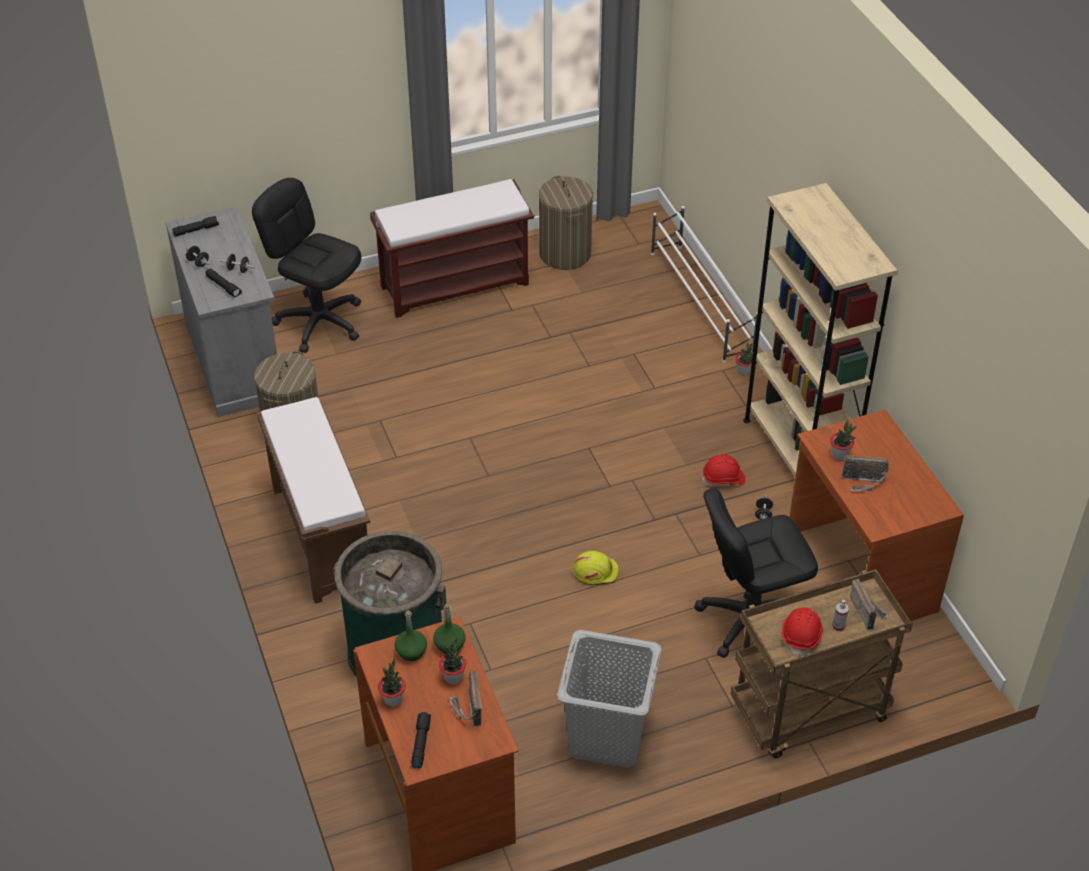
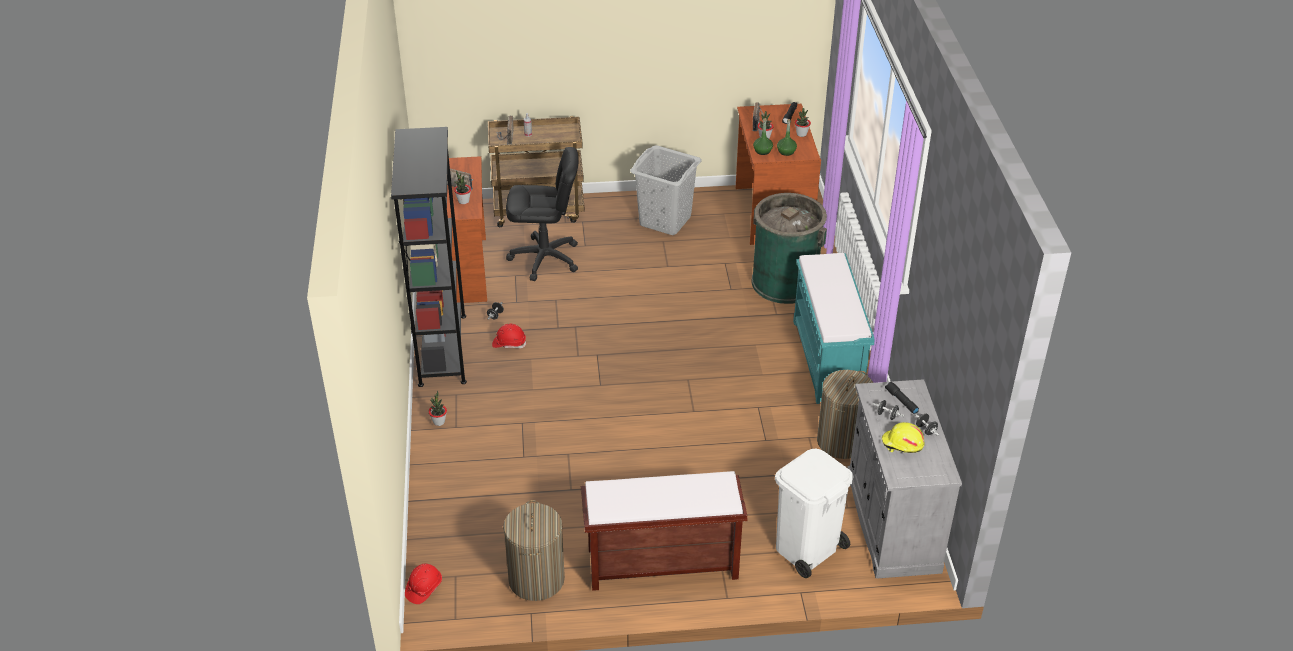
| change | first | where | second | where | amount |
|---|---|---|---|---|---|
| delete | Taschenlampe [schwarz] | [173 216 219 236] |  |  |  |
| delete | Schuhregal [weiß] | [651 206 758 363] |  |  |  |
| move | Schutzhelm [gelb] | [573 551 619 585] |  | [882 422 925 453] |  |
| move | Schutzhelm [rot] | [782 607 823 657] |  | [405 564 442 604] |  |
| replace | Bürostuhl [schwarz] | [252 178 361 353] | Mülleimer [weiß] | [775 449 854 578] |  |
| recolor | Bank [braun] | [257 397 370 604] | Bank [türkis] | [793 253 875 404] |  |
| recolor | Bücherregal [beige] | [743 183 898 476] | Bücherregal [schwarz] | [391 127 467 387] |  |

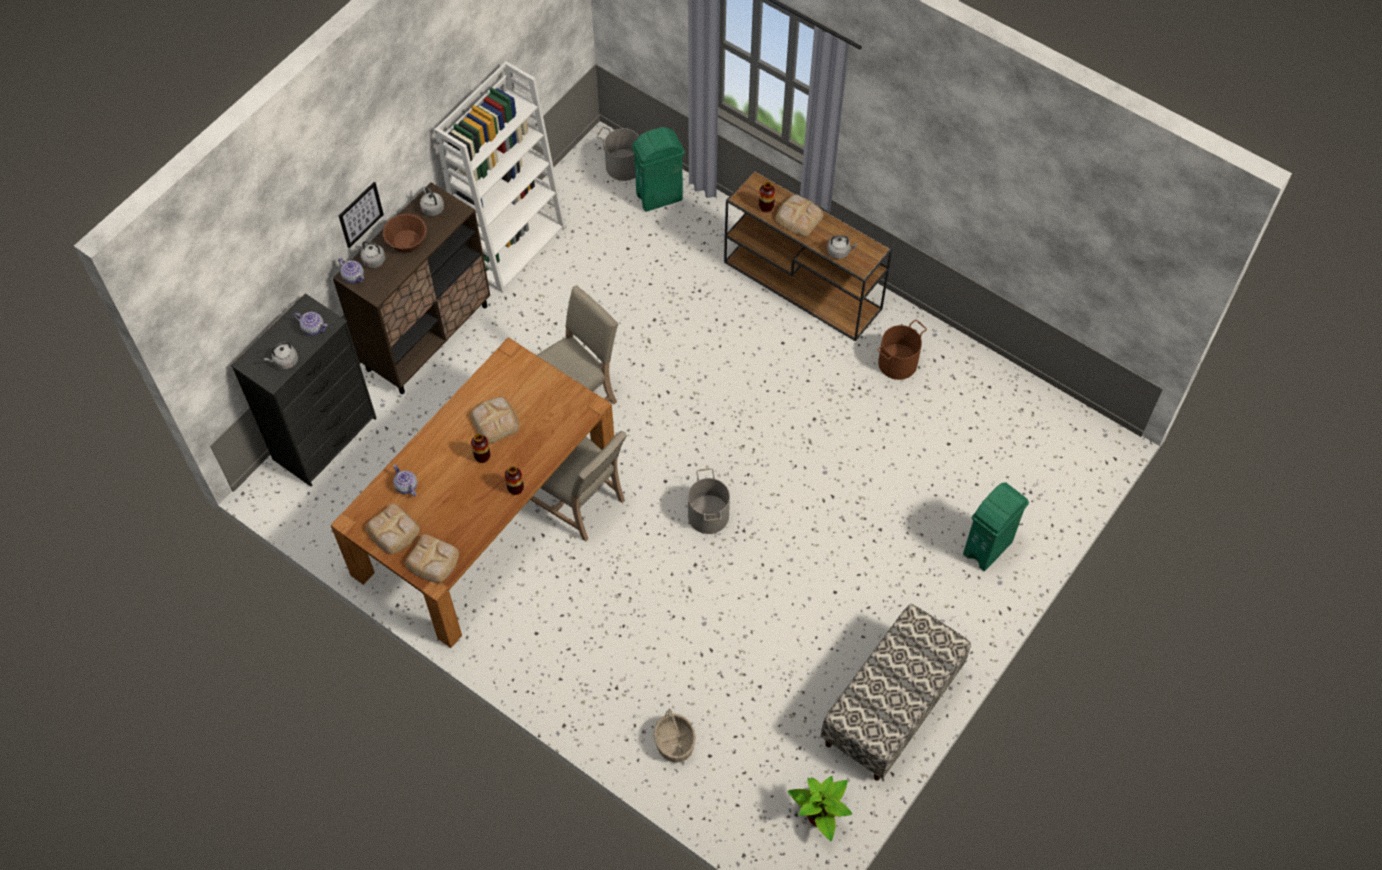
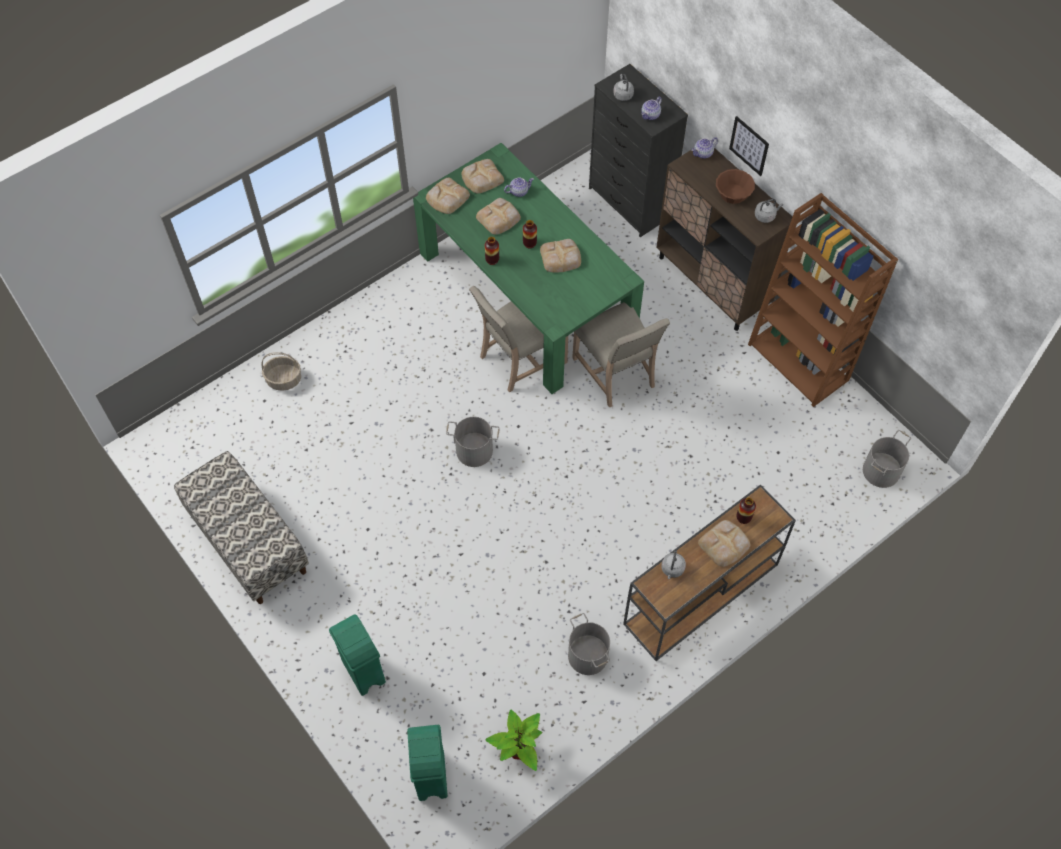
| change | first | where | second | where | amount |
|---|---|---|---|---|---|
| delete | Wasserkessel [grau] | [355 241 385 268] |  |  |  |
| insert |  |  | Brot | [476 198 521 235] |  |
| move | Mülleimer [grün] | [632 127 685 212] |  | [407 725 448 801] |  |
| move | Topfpflanze | [788 776 852 841] |  | [485 710 542 771] |  |
| recolor | Esstisch [braun] | [331 337 614 648] | Esstisch [grün] | [413 143 644 394] |  |
| recolor | Bücherregal [weiß] | [434 61 566 293] | Bücherregal [braun] | [748 193 898 407] |  |
| recolor | Eimer [braun] | [878 320 927 380] | Eimer [grau] | [568 613 610 675] |  |

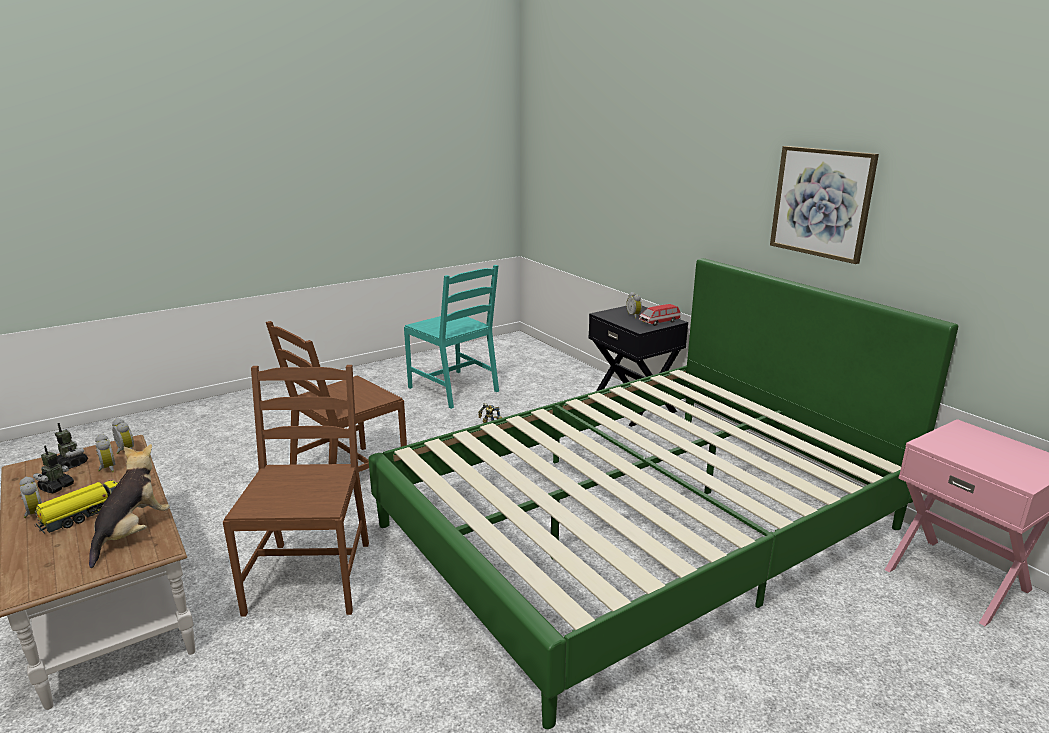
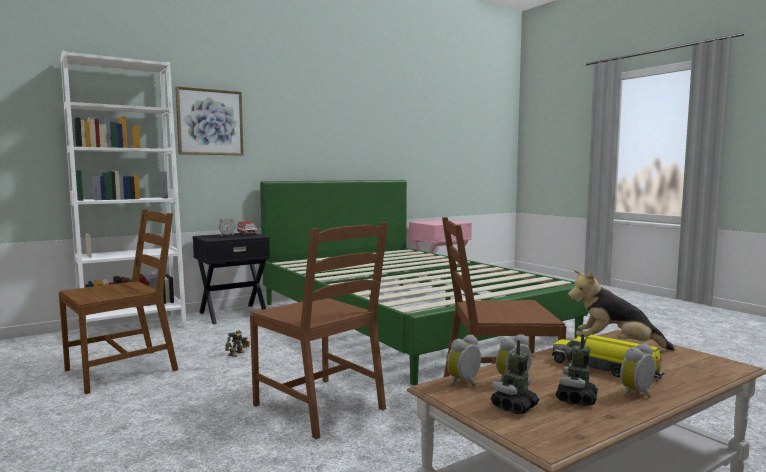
| change | first | where | second | where | amount |
|---|---|---|---|---|---|
| insert |  |  | Bücherregal [weiß] | [60 51 187 338] |  |
| move | Bild | [770 146 879 264] |  | [175 86 244 155] |  |
| recolor | Stuhl [türkis] | [404 265 499 409] | Stuhl [braun] | [59 210 178 394] |  |
| rotate | Spielzeugroboter | [33 445 74 493] |  | [556 334 598 406] | 90 degrees clockwise |

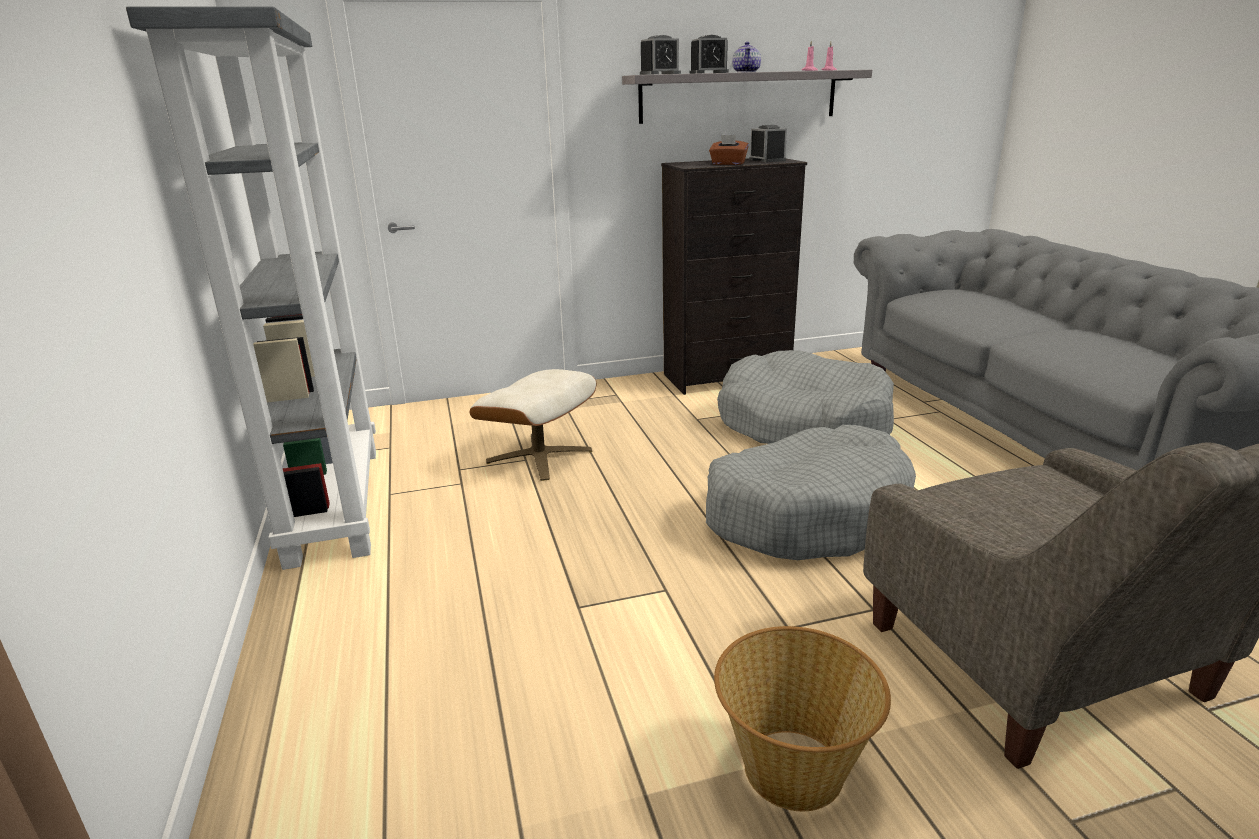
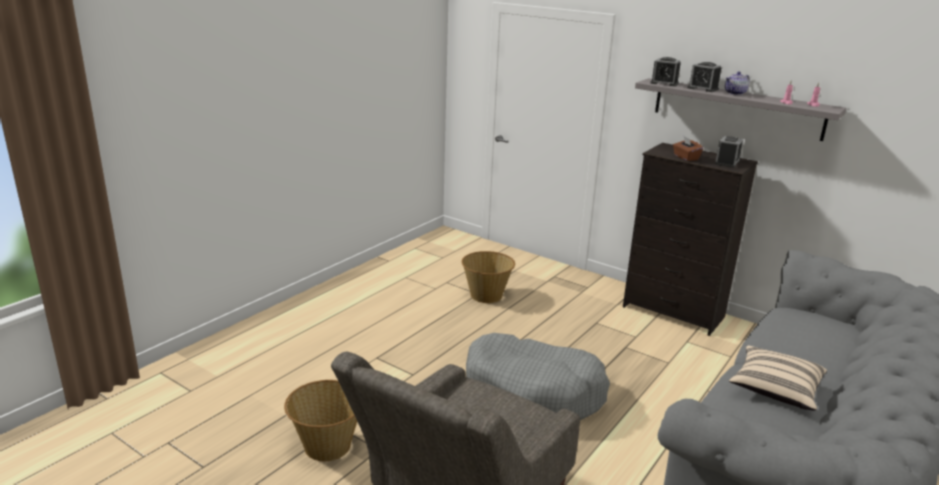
| change | first | where | second | where | amount |
|---|---|---|---|---|---|
| delete | Bücherregal [grau] | [126 7 376 570] |  |  |  |
| delete | Hundebett [grau] | [717 350 894 444] |  |  |  |
| insert |  |  | Kissen [beige] | [729 345 827 411] |  |
| replace | Polsterhocker [beige] | [470 369 596 481] | Korb | [462 251 515 303] |  |

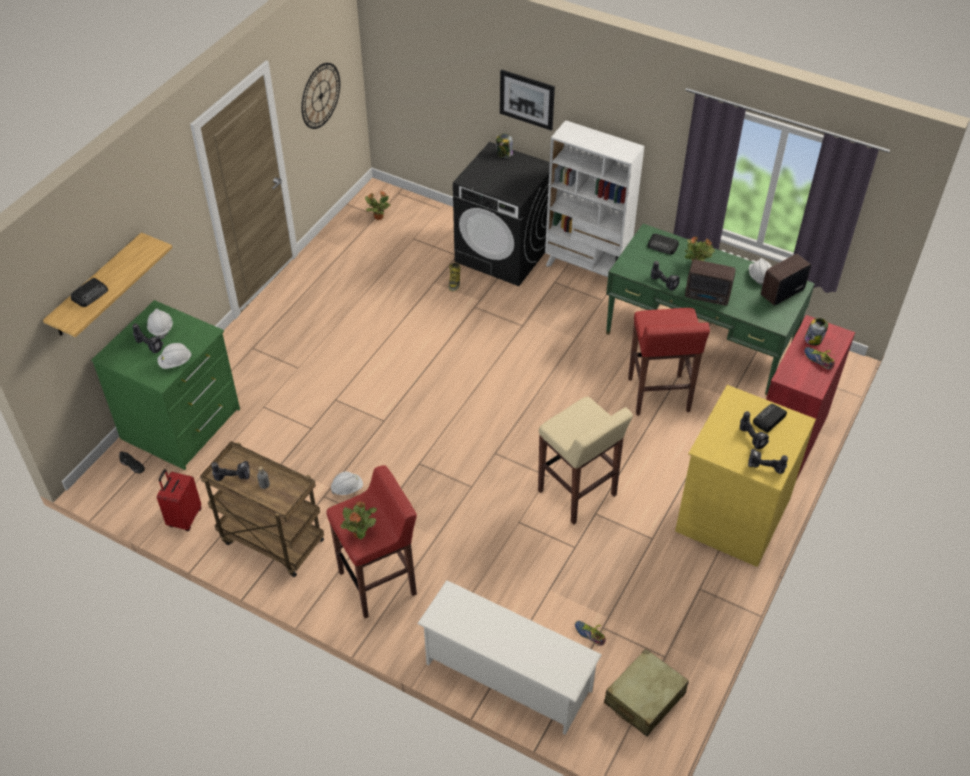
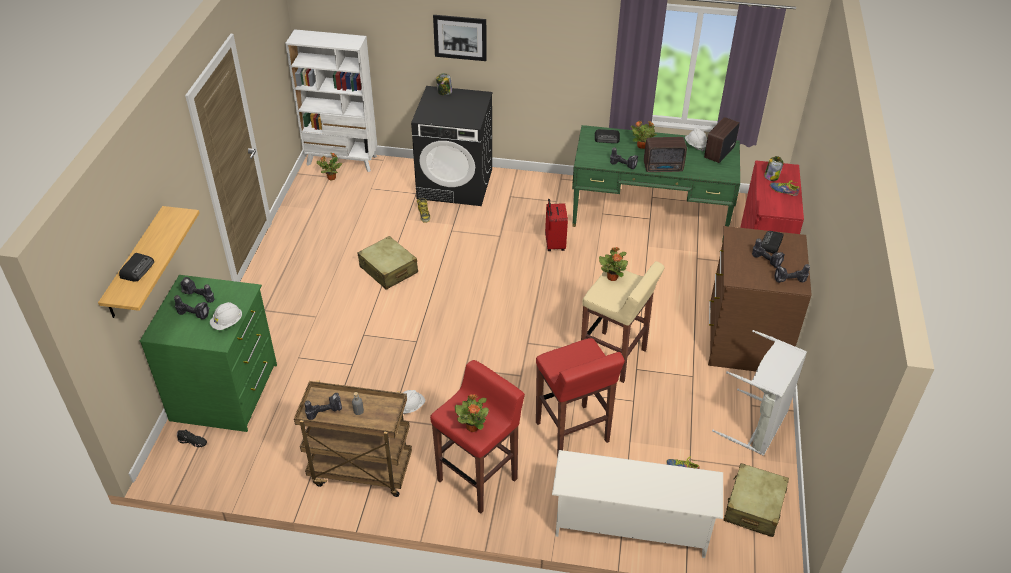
| change | first | where | second | where | amount |
|---|---|---|---|---|---|
| delete | Wanduhr | [301 63 340 129] |  |  |  |
| insert |  |  | Koffer [beige] | [358 236 418 290] |  |
| insert |  |  | Topfpflanze | [599 247 628 281] |  |
| insert |  |  | Wäschekorb [grau] | [712 330 807 456] |  |
| move | Koffer [rot] | [157 469 202 531] |  | [545 199 568 251] |  |
| move | Bücherregal [weiß] | [545 120 645 277] |  | [285 29 377 172] |  |
| move | Hocker [rot] | [628 308 710 415] |  | [536 338 625 458] |  |
| replace | Schutzhelm [weiß] | [147 309 173 339] | Bohrmaschine | [180 277 214 303] |  |
| recolor | Kommode [gelb] | [675 385 816 567] | Kommode [braun] | [708 226 812 371] |  |

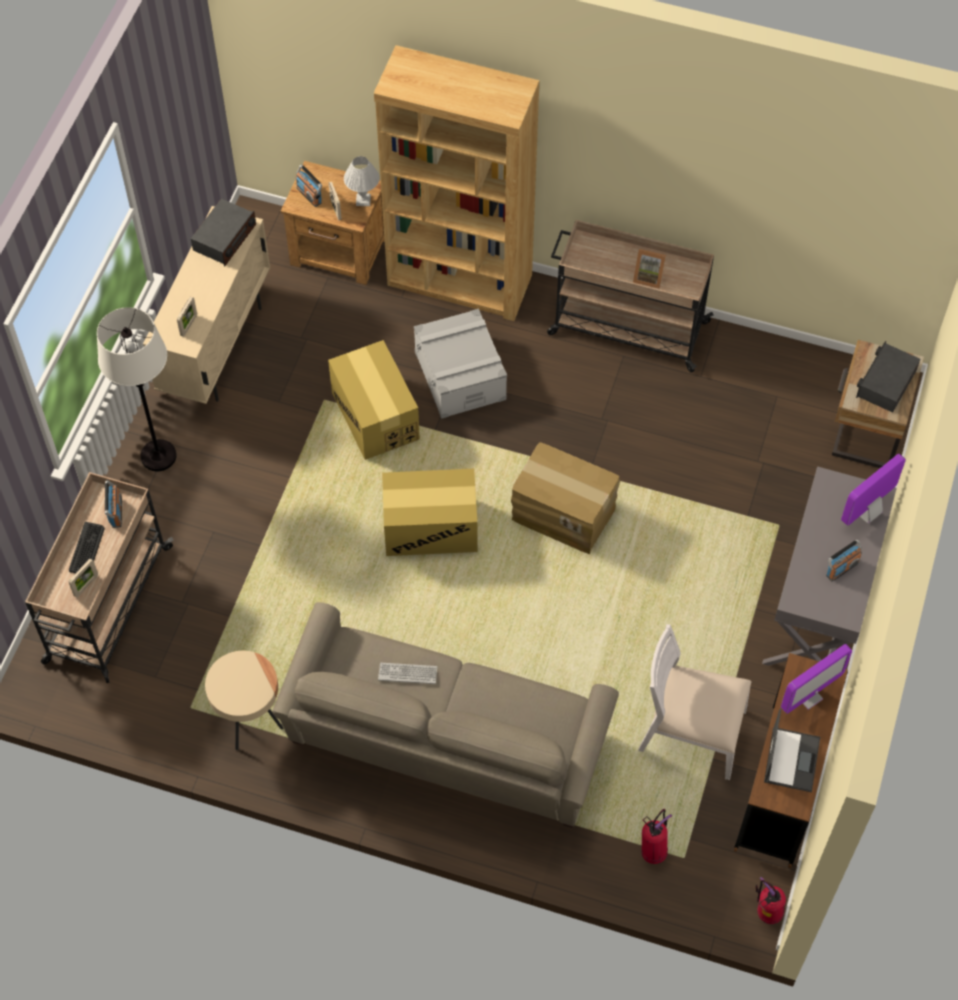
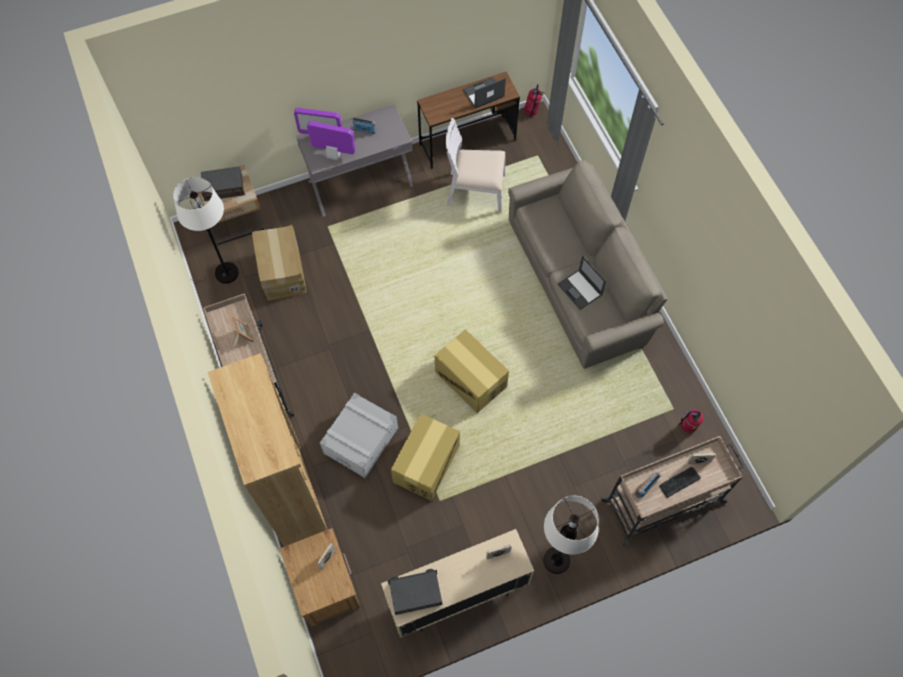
| change | first | where | second | where | amount |
|---|---|---|---|---|---|
| delete | Beistelltisch [beige] | [205 651 283 750] |  |  |  |
| delete | Radio | [296 165 322 207] |  |  |  |
| delete | Tischlampe [weiß] | [344 156 380 206] |  |  |  |
| insert |  |  | Stehlampe [weiß] | [173 177 239 284] |  |
| move | Karton | [511 442 620 554] |  | [252 225 306 300] |  |
| move | Feuerlöscher | [641 809 672 864] |  | [678 410 703 433] |  |
| move | Monitor | [781 644 852 714] |  | [307 121 356 160] |  |
| replace | Tastatur | [378 663 437 684] | Laptop | [558 256 606 310] |  |
| rotate | Stuhl [weiß] | [638 624 752 780] |  | [446 118 505 213] | 120 degrees clockwise |

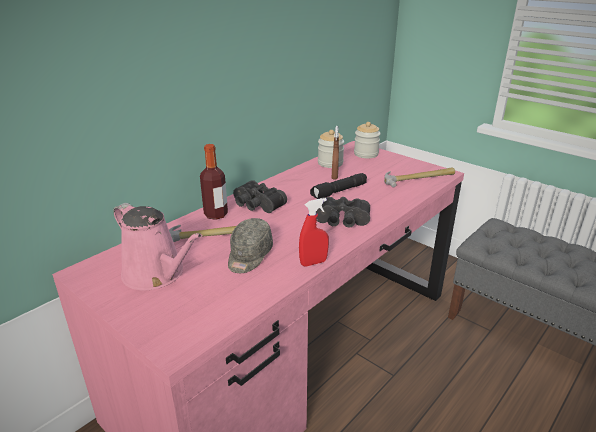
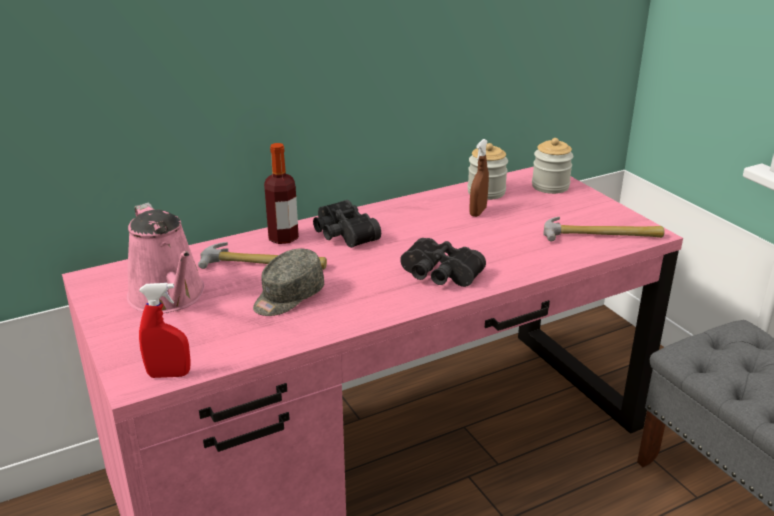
| change | first | where | second | where | amount |
|---|---|---|---|---|---|
| delete | Taschenlampe [schwarz] | [310 173 367 199] |  |  |  |
| move | Sprühflasche [rot] | [299 198 329 267] |  | [139 283 191 378] |  |

